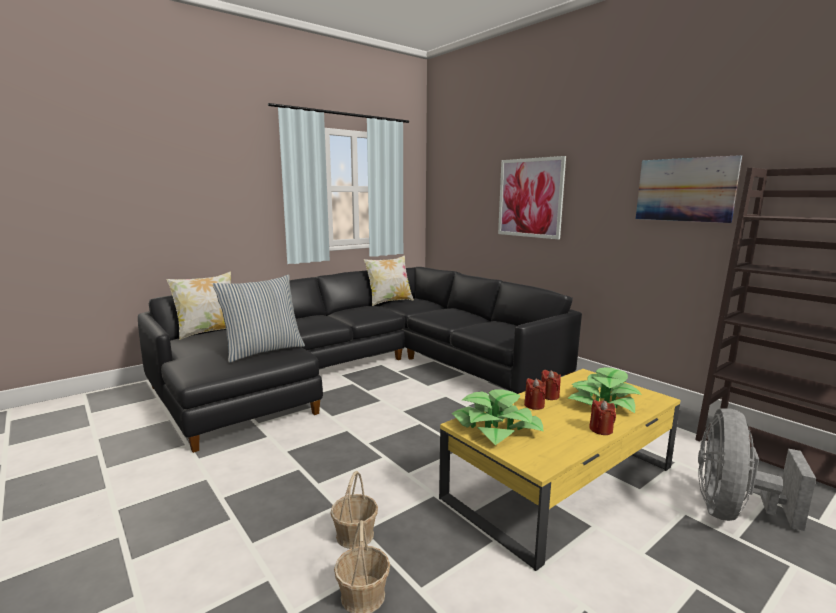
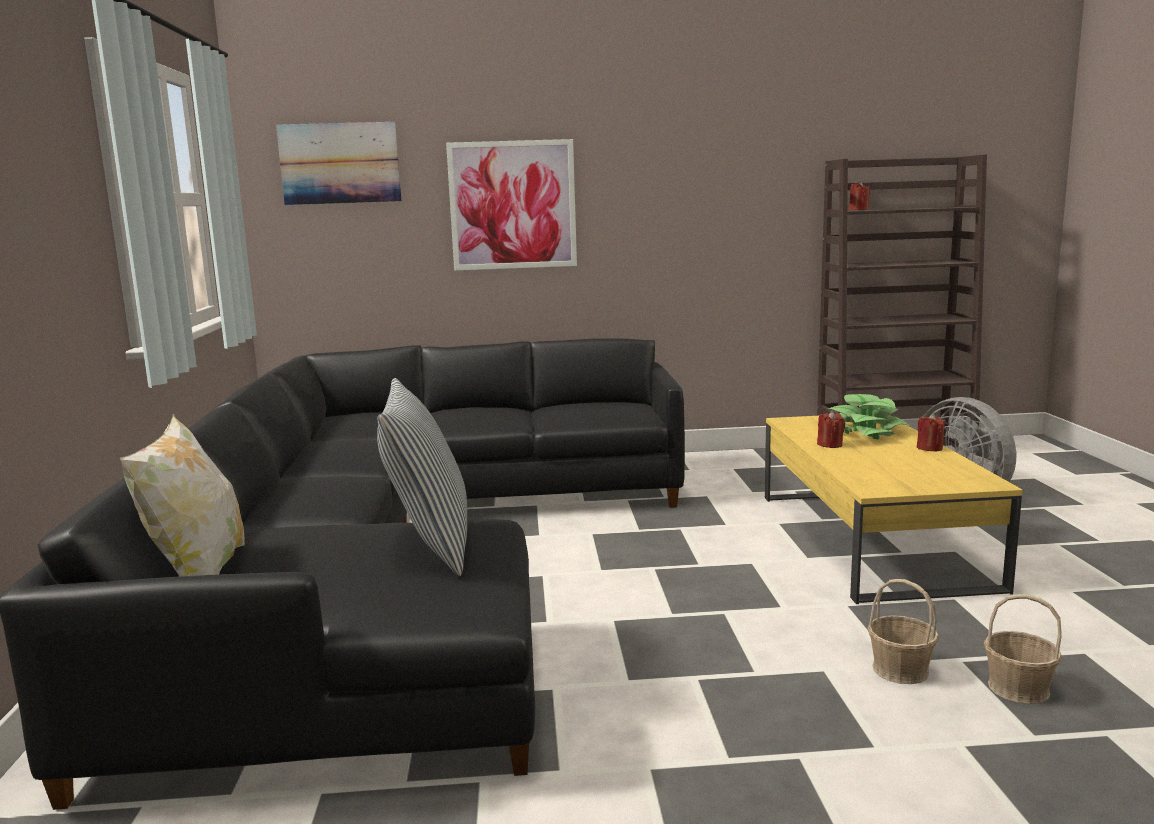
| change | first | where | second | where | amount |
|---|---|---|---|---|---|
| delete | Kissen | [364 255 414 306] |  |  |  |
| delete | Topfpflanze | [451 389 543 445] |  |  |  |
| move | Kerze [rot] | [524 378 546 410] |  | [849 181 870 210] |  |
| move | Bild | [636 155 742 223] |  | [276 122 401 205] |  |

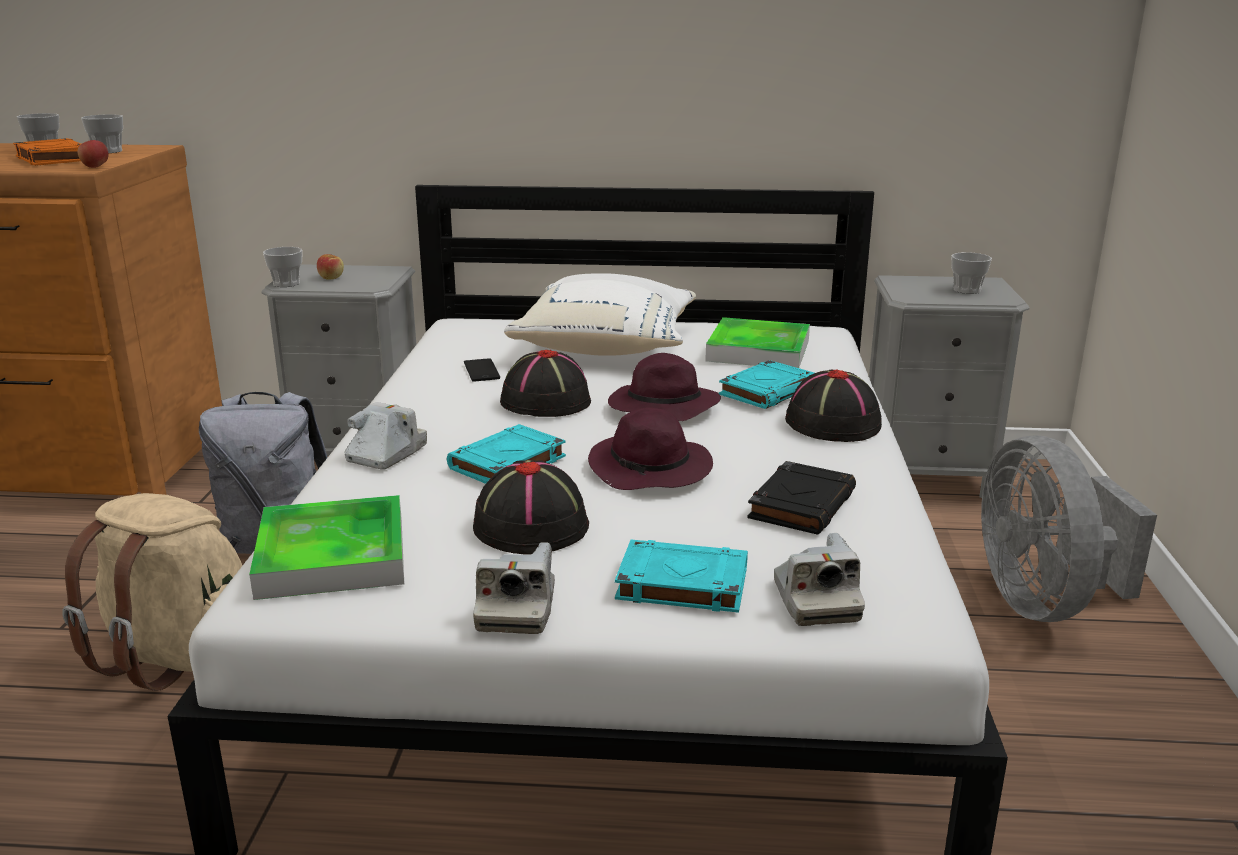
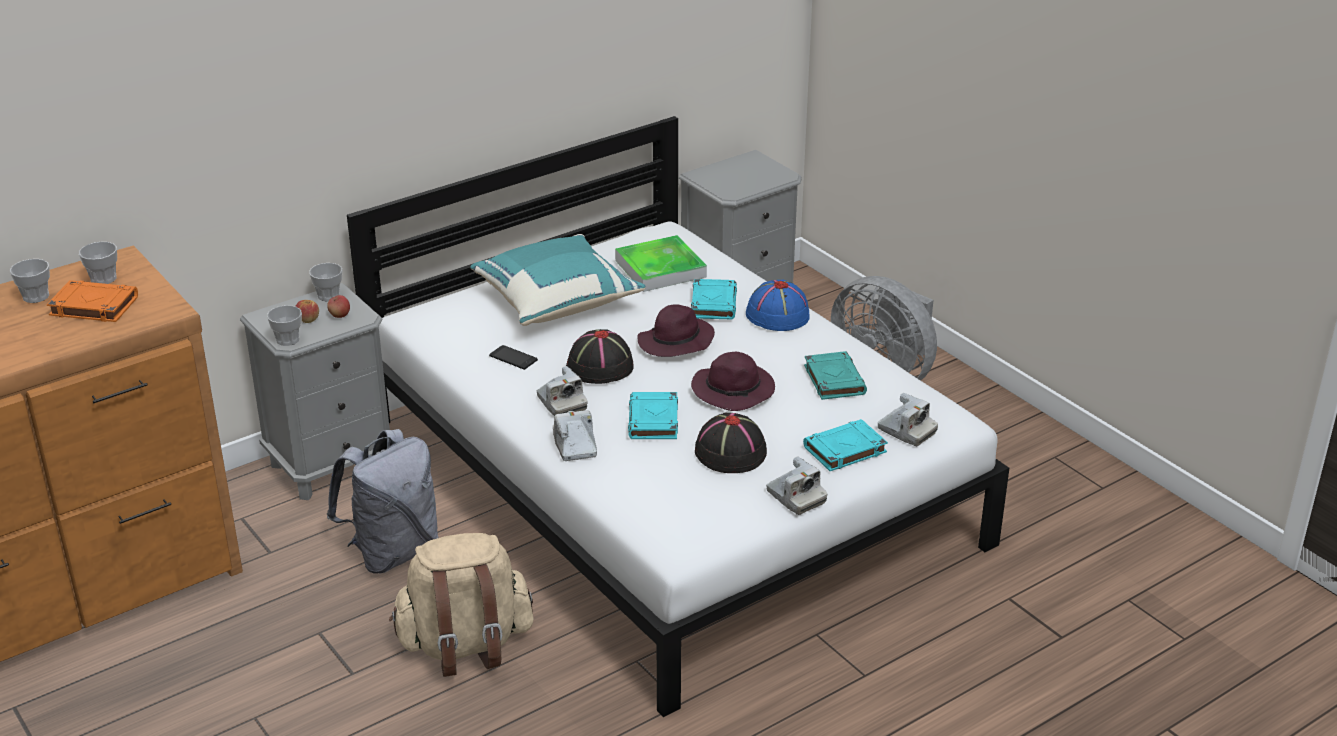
| change | first | where | second | where | amount |
|---|---|---|---|---|---|
| delete | Tablett | [249 495 404 600] |  |  |  |
| insert |  |  | Kamera | [537 366 588 416] |  |
| move | Apfel | [77 140 109 168] |  | [327 295 350 318] |  |
| move | Tasse | [951 252 992 294] |  | [309 263 343 301] |  |
| recolor | Kissen [weiß] | [504 273 696 356] | Kissen [türkis] | [470 234 645 326] |  |
| recolor | Buch [schwarz] | [747 461 856 535] | Buch [türkis] | [804 351 867 400] |  |
| recolor | Hut [schwarz] | [785 370 882 442] | Hut [blau] | [746 280 810 331] |  |

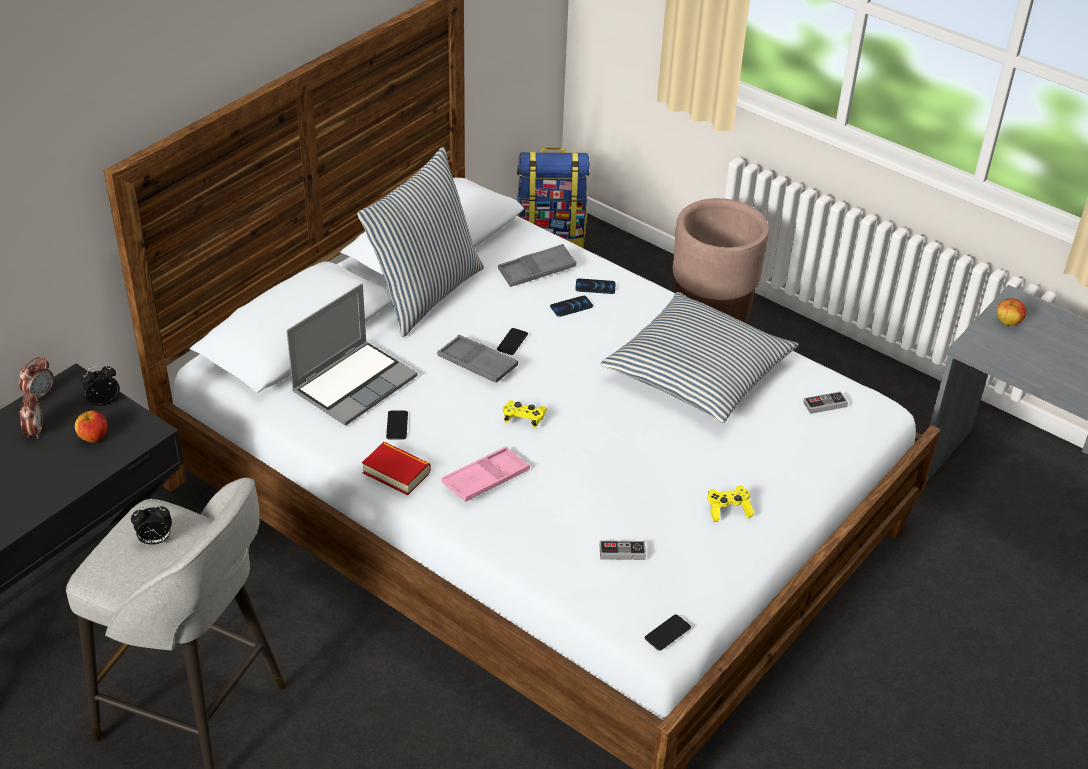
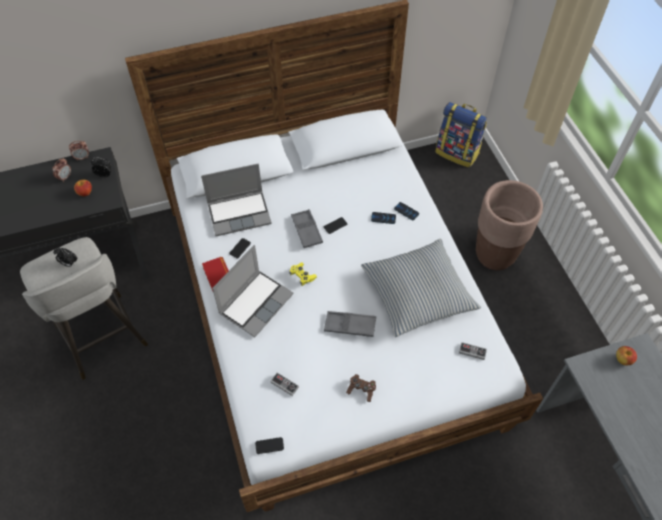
| change | first | where | second | where | amount |
|---|---|---|---|---|---|
| delete | Kissen | [357 147 484 337] |  |  |  |
| move | Tablett [grau] | [498 244 576 287] |  | [324 311 376 337] |  |
| replace | Tablett [rosa] | [442 446 530 502] | Laptop | [212 245 294 338] |  |
| recolor | Gamepad [gelb] | [707 486 754 522] | Gamepad [braun] | [346 374 376 402] |  |

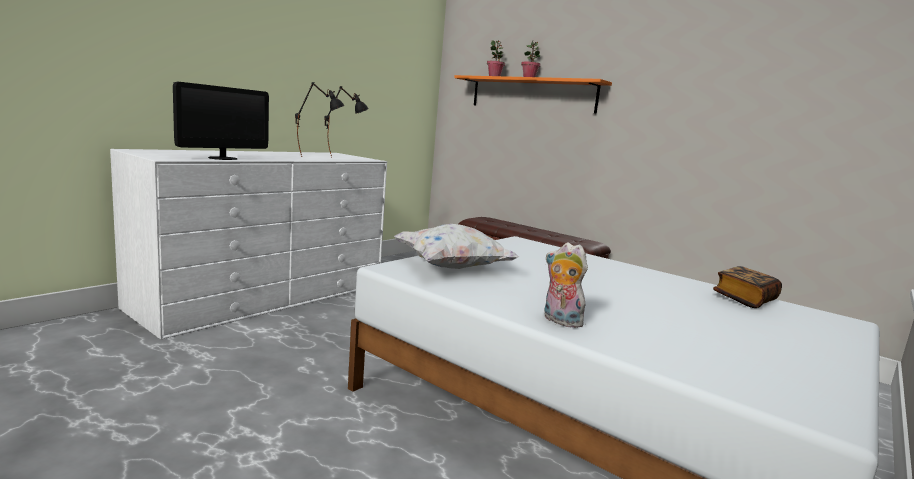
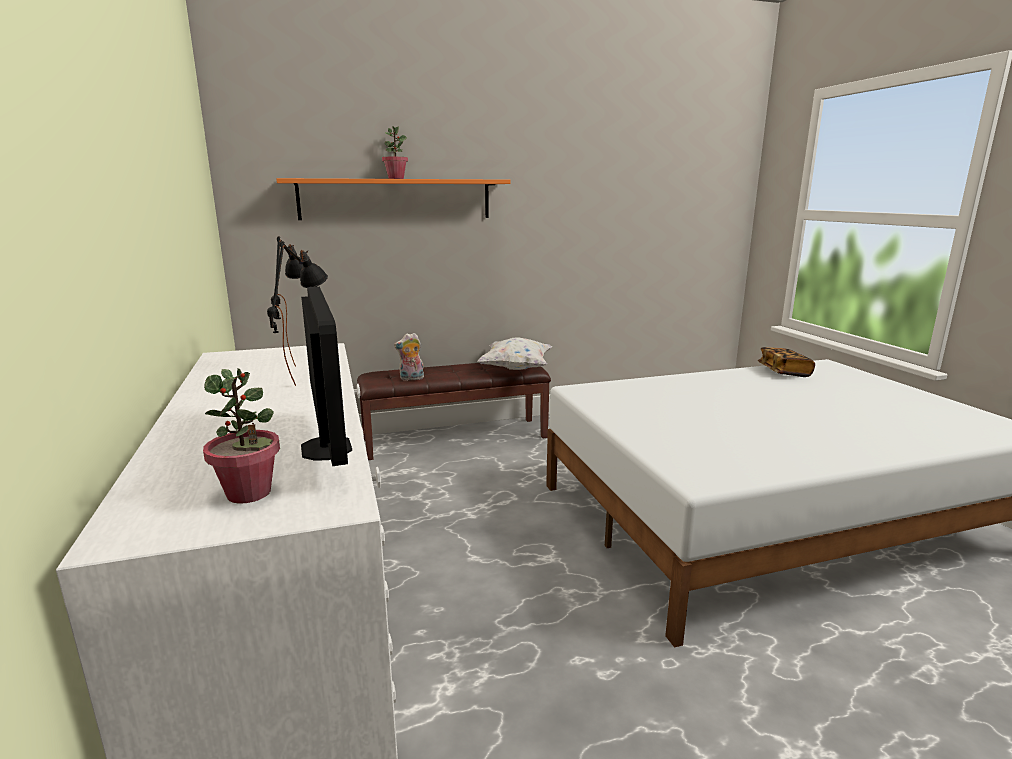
| change | first | where | second | where | amount |
|---|---|---|---|---|---|
| move | Kissen [weiß] | [394 224 519 269] |  | [478 337 553 370] |  |
| move | Topfpflanze | [487 40 505 76] |  | [203 368 280 504] |  |
| move | Plüschtier | [545 242 588 328] |  | [394 333 424 381] |  |

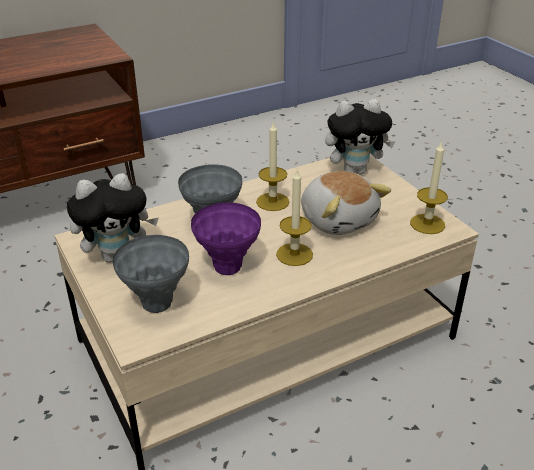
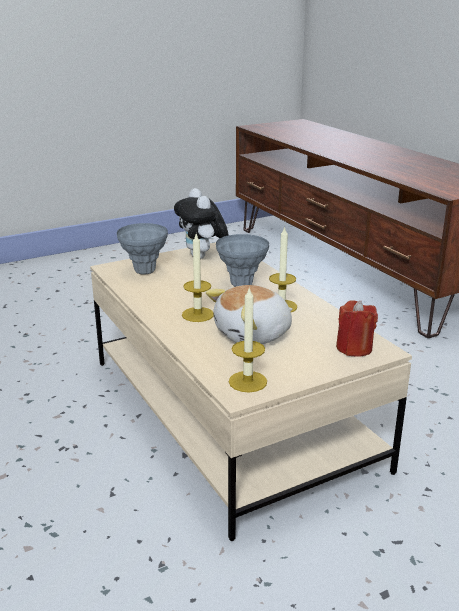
| change | first | where | second | where | amount |
|---|---|---|---|---|---|
| delete | Vase [lila] | [191 202 261 275] |  |  |  |
| replace | Plüschtier | [325 99 396 174] | Kerze [rot] | [336 300 378 357] |  |

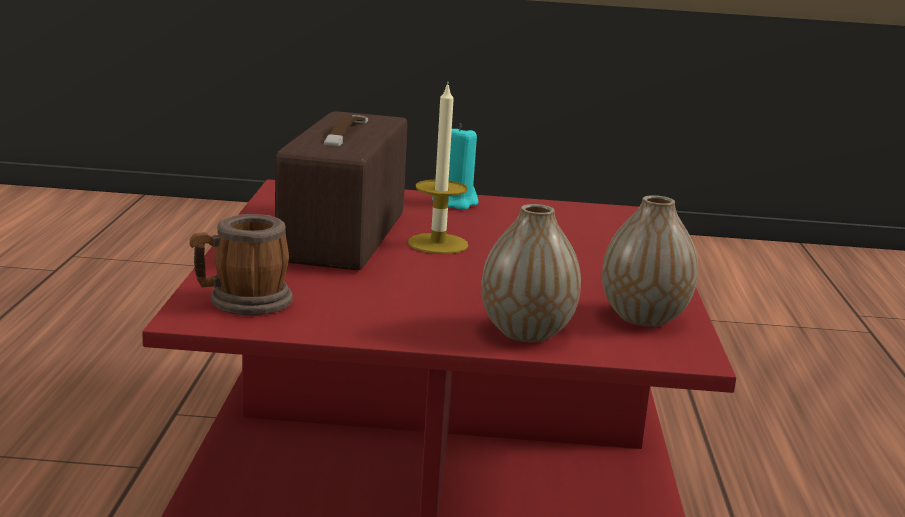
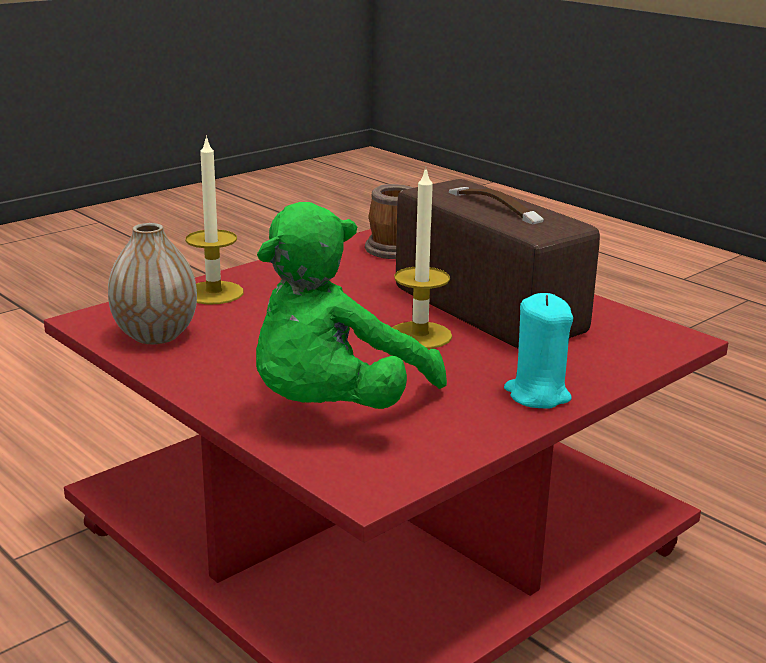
| change | first | where | second | where | amount |
|---|---|---|---|---|---|
| insert |  |  | Plüschtier [grün] | [256 202 447 409] |  |
| replace | Vase | [481 204 581 342] | Kerze | [185 135 243 305] |  |

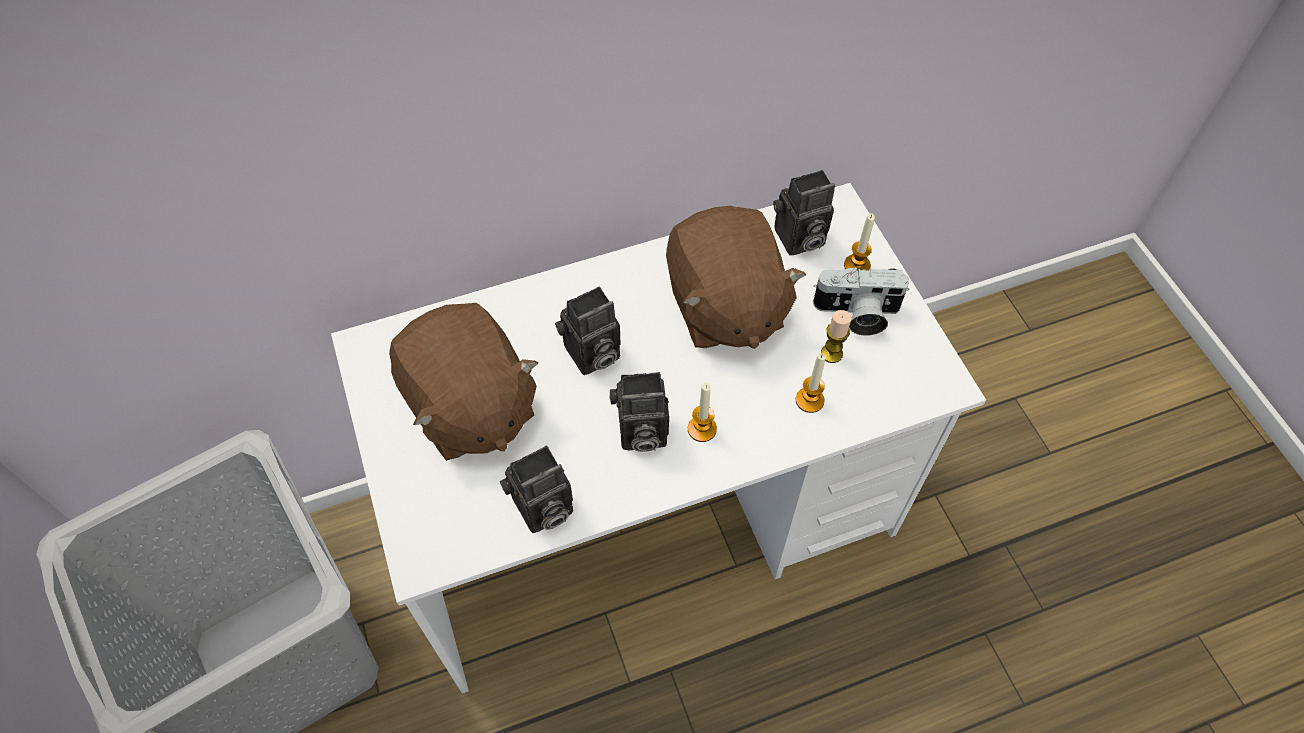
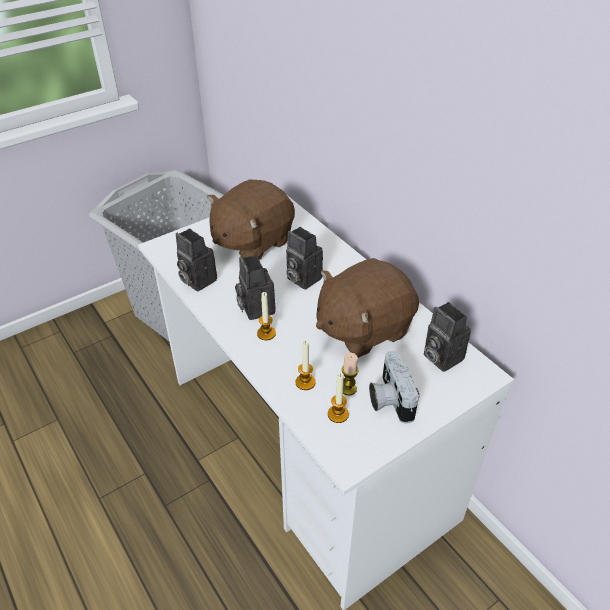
| change | first | where | second | where | amount |
|---|---|---|---|---|---|
| move | Kerze | [844 213 875 271] |  | [328 372 349 423] |  |

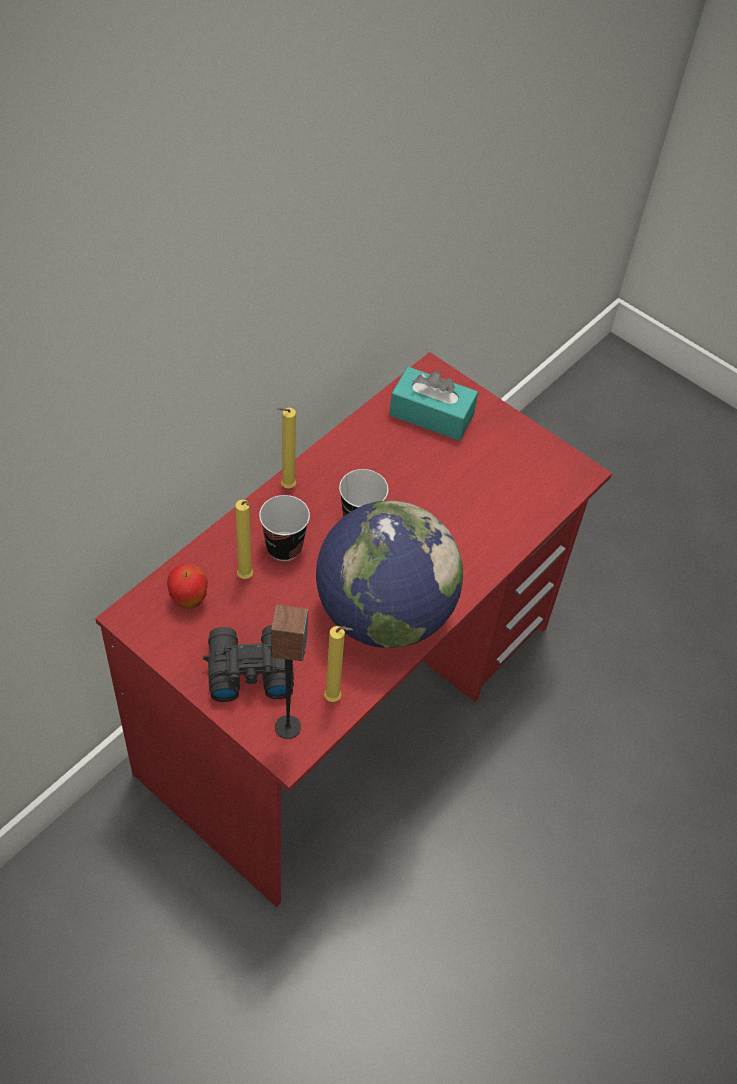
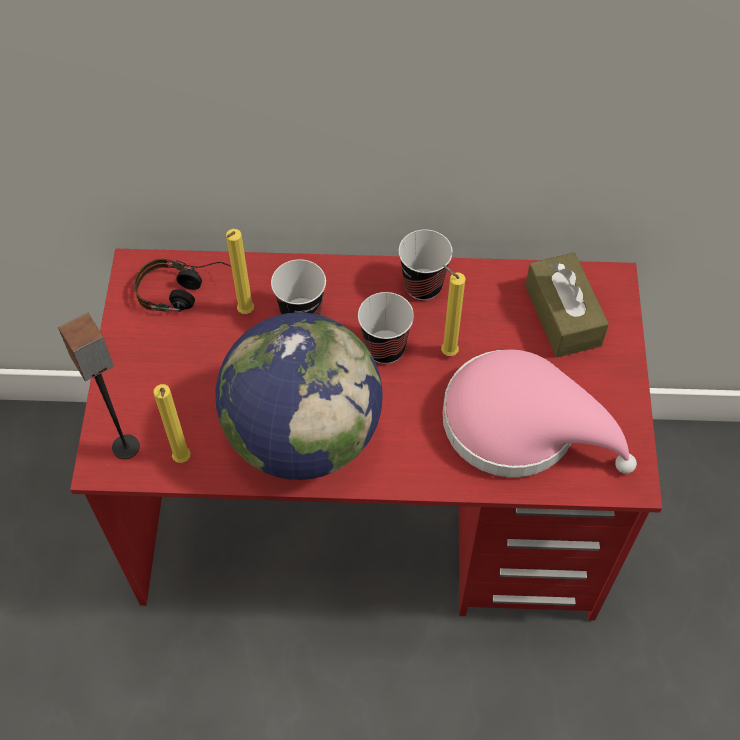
| change | first | where | second | where | amount |
|---|---|---|---|---|---|
| delete | Fernglas [schwarz] | [203 625 294 702] |  |  |  |
| insert |  |  | Tasse | [398 229 453 300] |  |
| insert |  |  | Hut [rosa] | [442 350 637 477] |  |
| move | Kerze [gelb] | [277 408 296 488] |  | [441 265 465 356] |  |
| replace | Apfel | [167 563 208 609] | Kopfhörer | [134 258 231 312] |  |
| recolor | Taschentuchbox [türkis] | [389 367 478 441] | Taschentuchbox [braun] | [525 253 609 357] |  |

